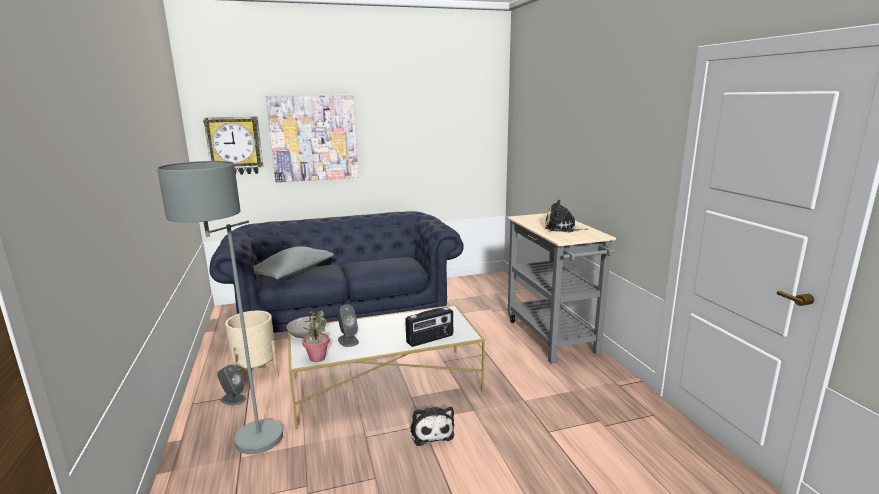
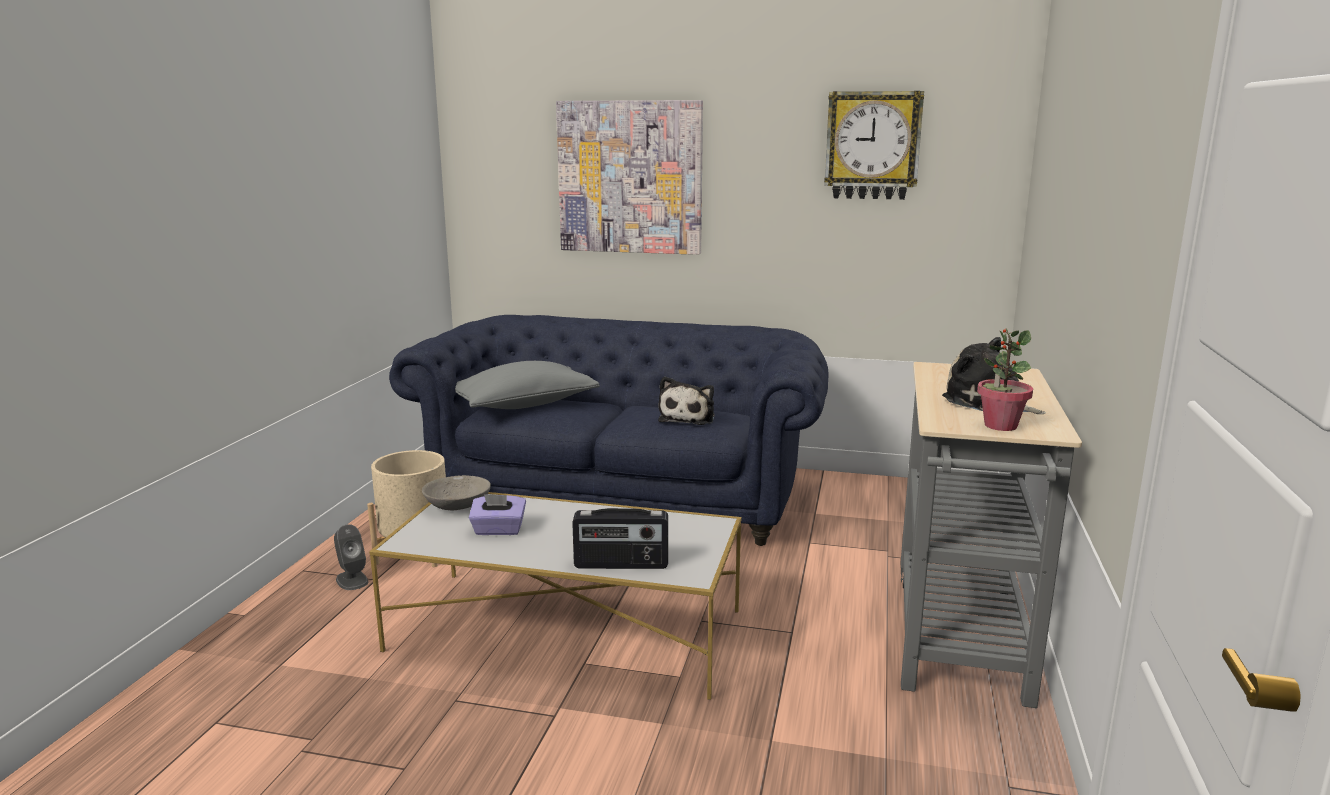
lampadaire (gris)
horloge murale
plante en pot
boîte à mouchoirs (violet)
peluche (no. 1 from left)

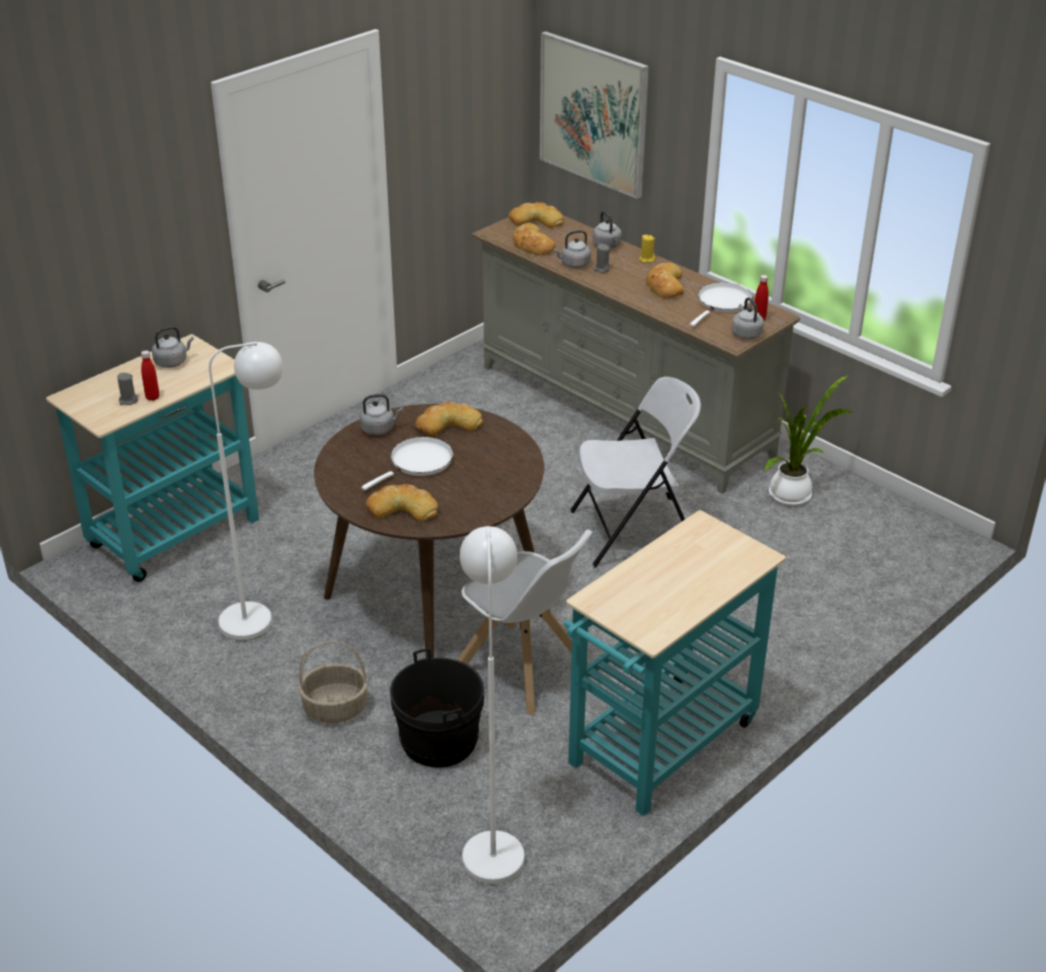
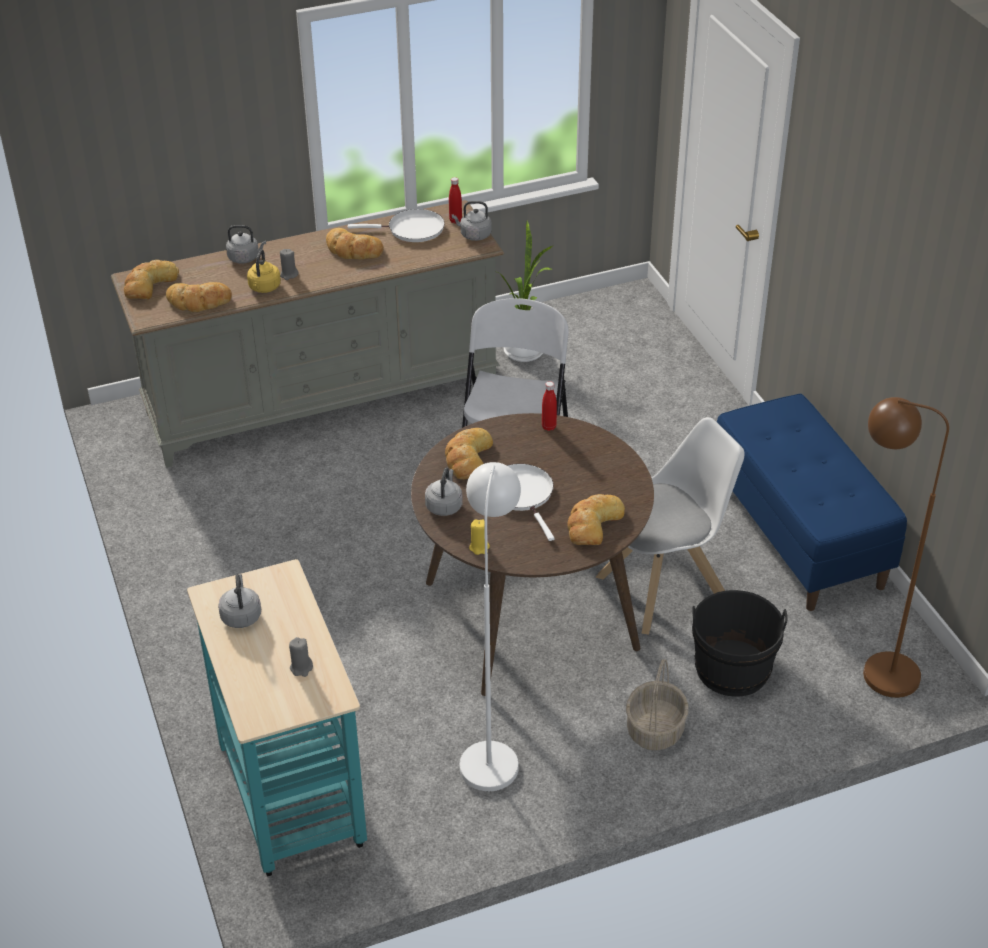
bouteille (rouge) (no. 2 from left)
lampadaire (marron)
tableau
bouilloire (jaune)
banc (bleu)
bougie (jaune)
poêle (blanc) (no. 1 from left)

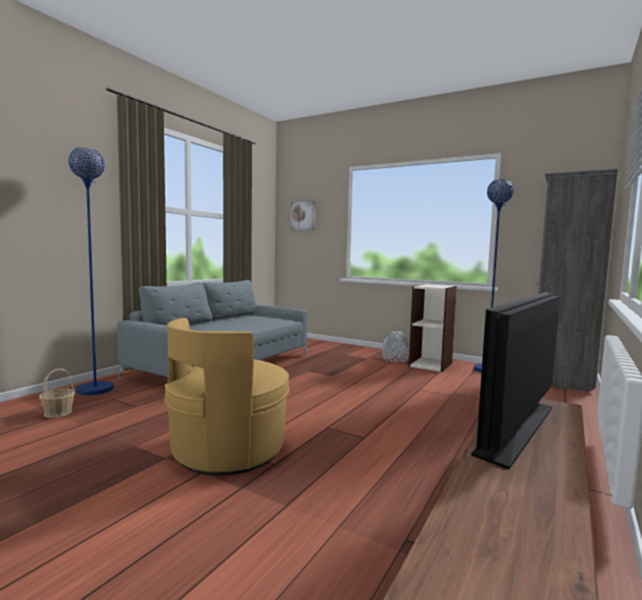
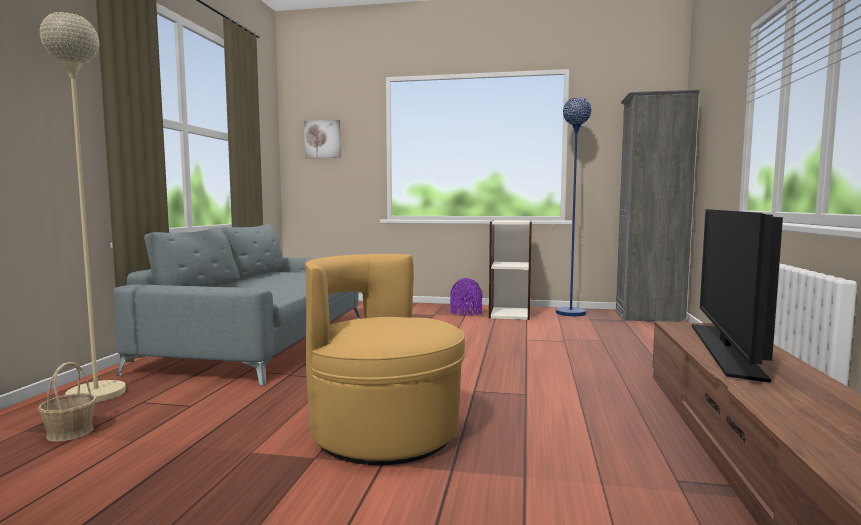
lampadaire (beige)
fauteuil (beige)
vase (violet)

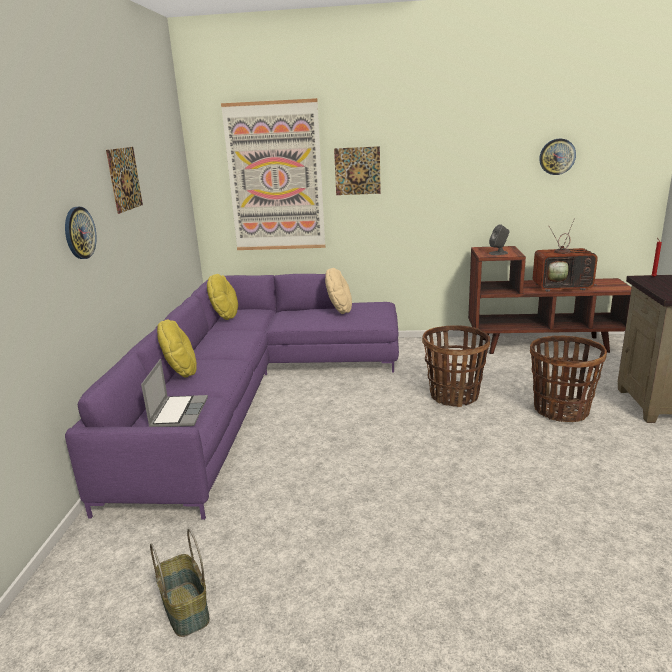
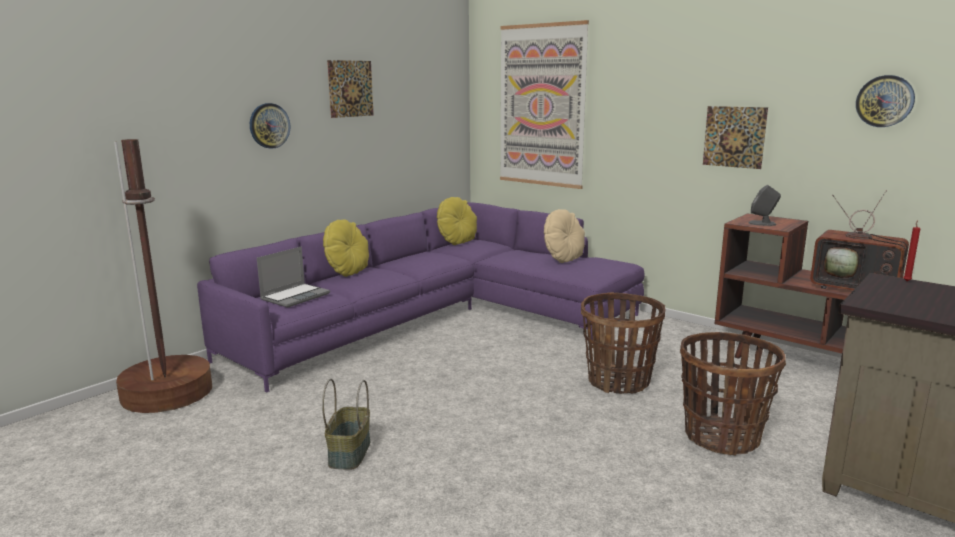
panier (no. 1 from left)
tableau (no. 3 from left)
lampadaire (marron)

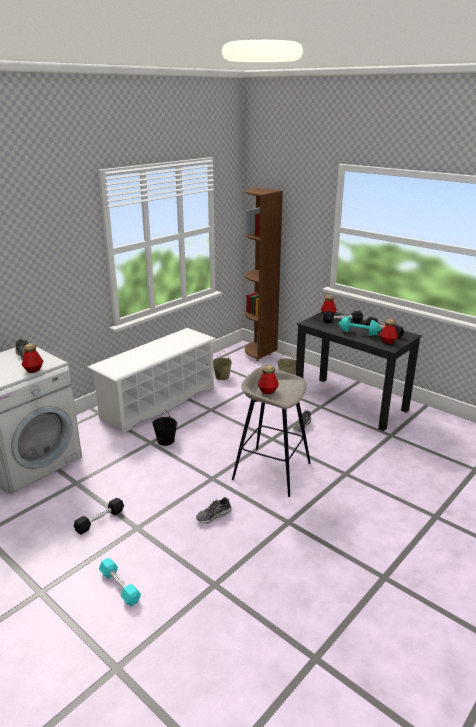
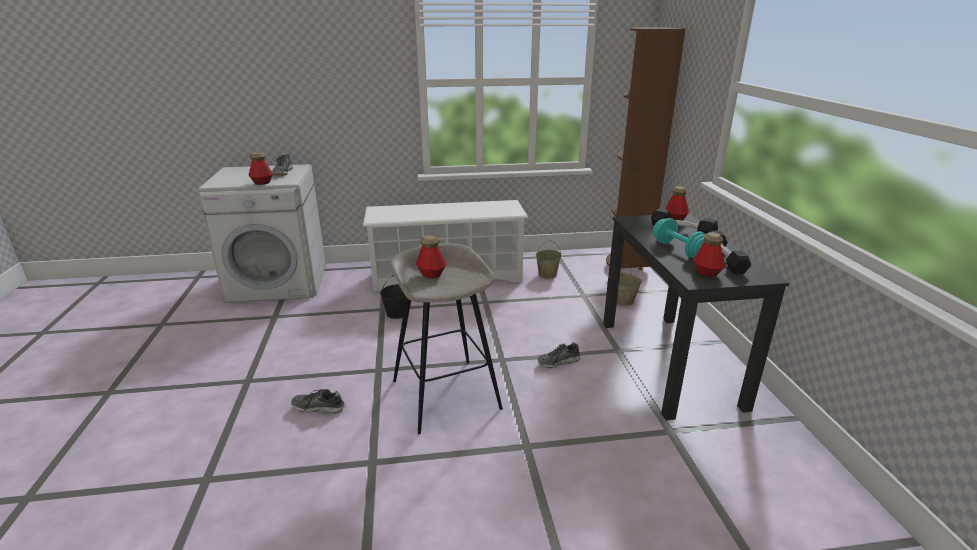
haltère (noir) (no. 1 from left in the first image)
haltère (turquoise) (no. 1 from left in the first image)

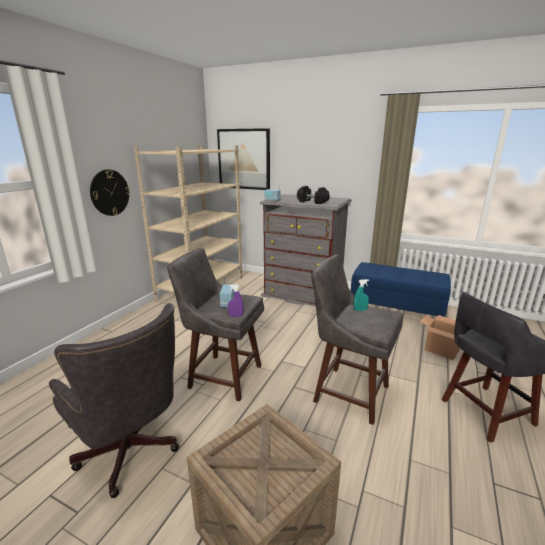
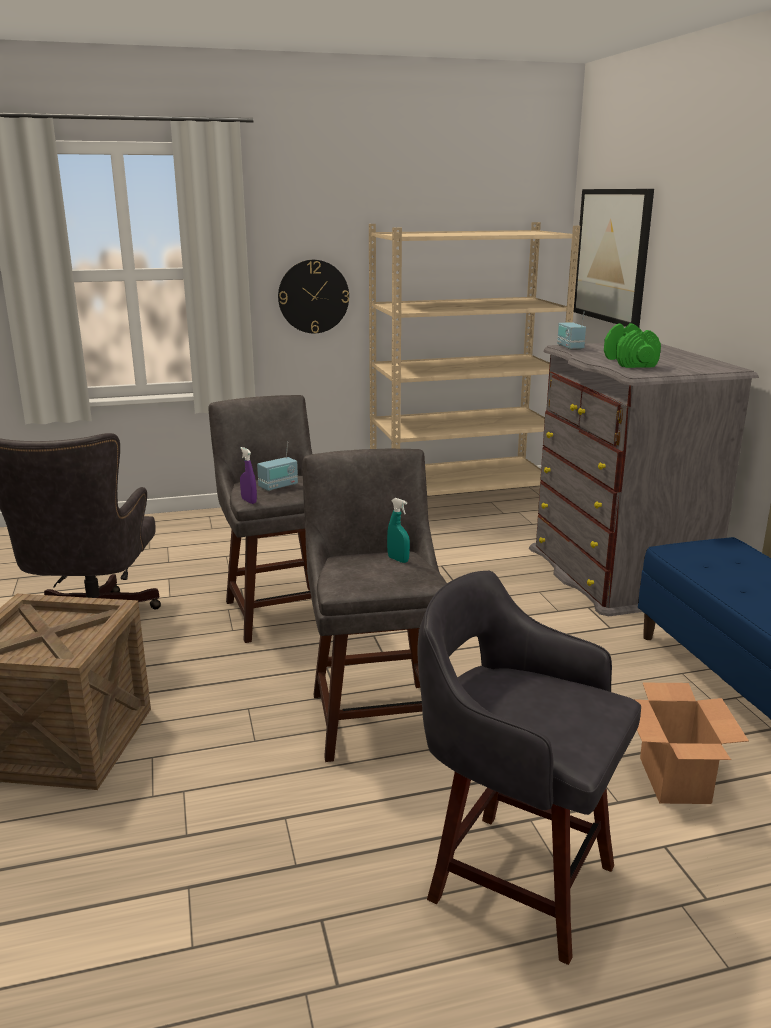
haltère (vert)

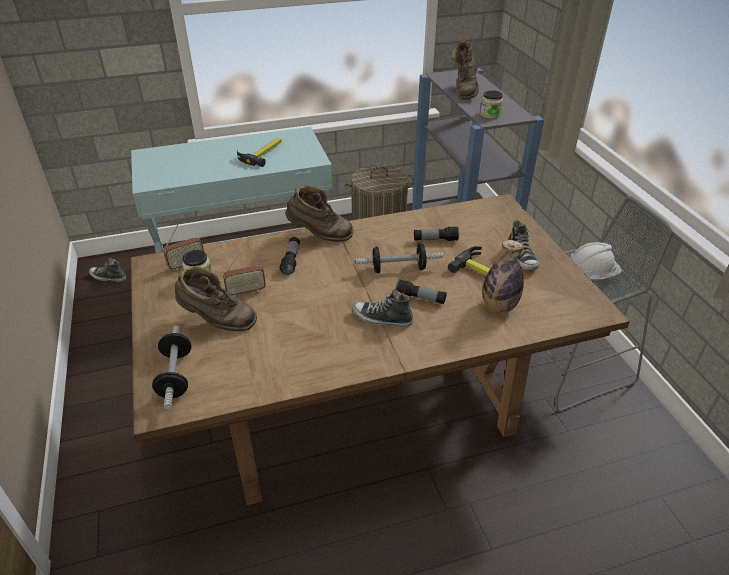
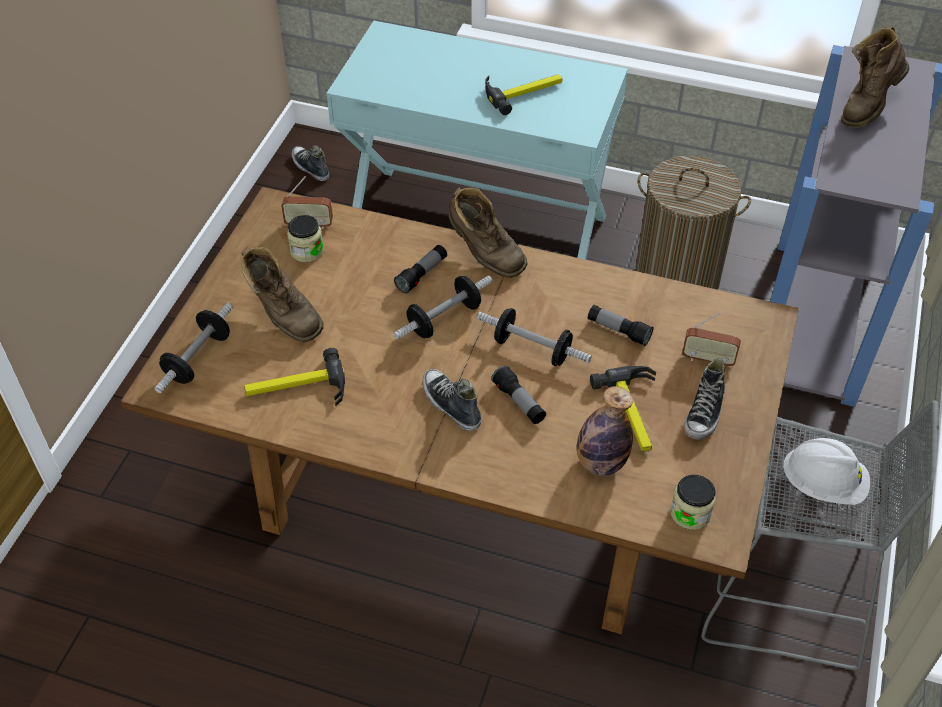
radio (no. 2 from left)
bocal (no. 2 from left)
marteau (no. 1 from left)
haltère (no. 2 from left)

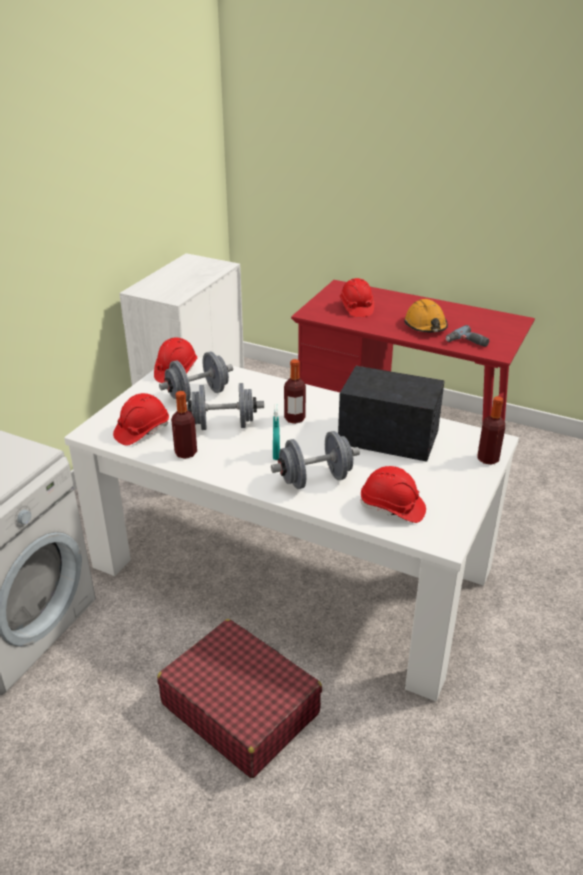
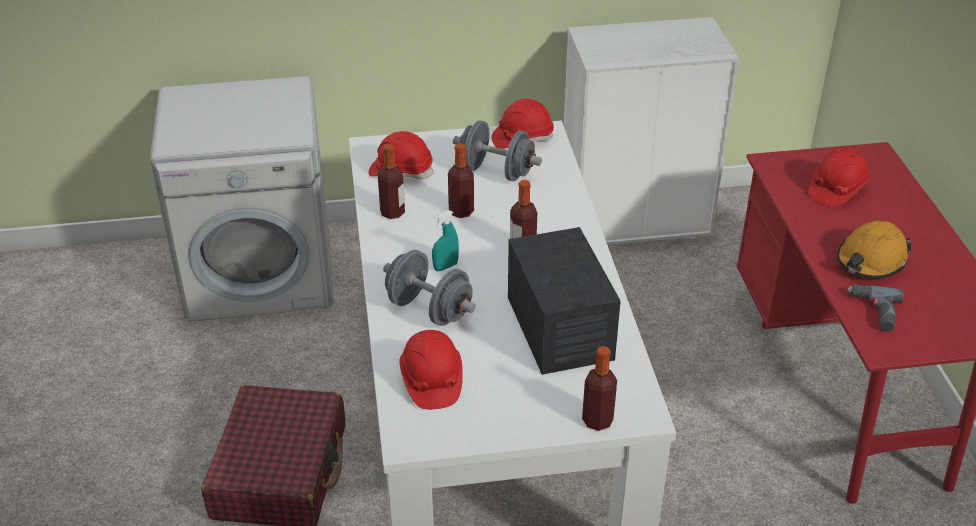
bouteille (no. 2 from left)

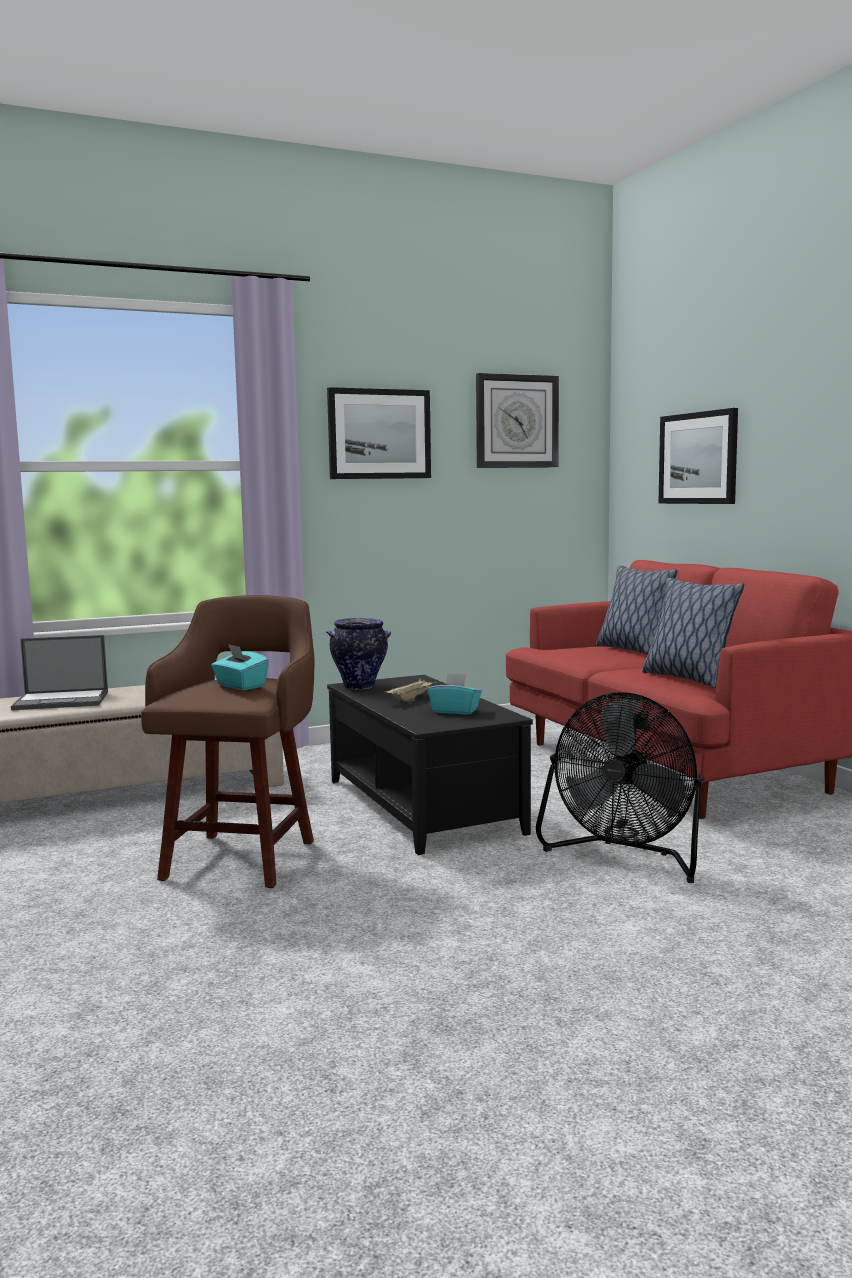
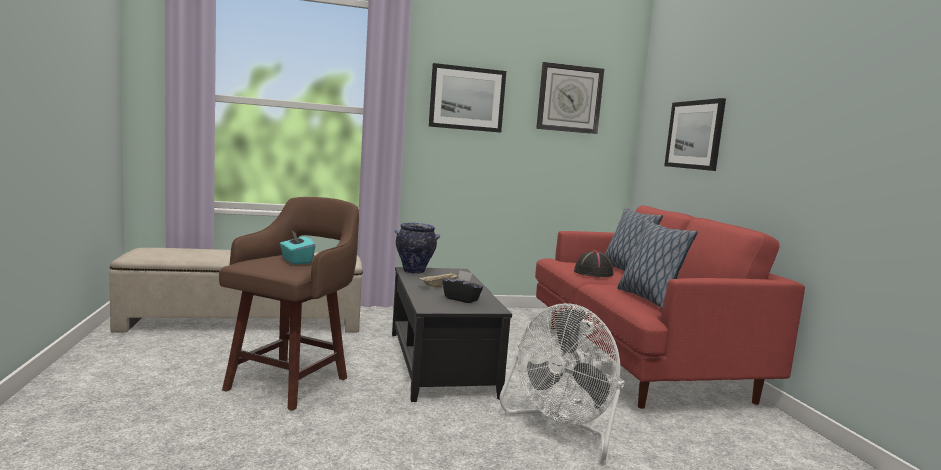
ordinateur portable
boîte à mouchoirs (noir)
ventilateur (blanc)
chapeau (noir)

